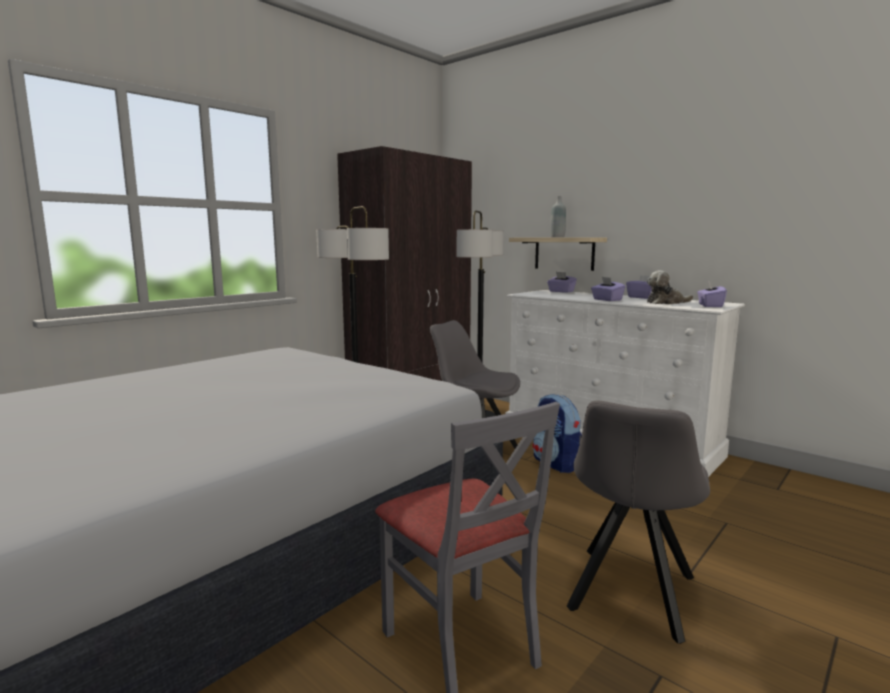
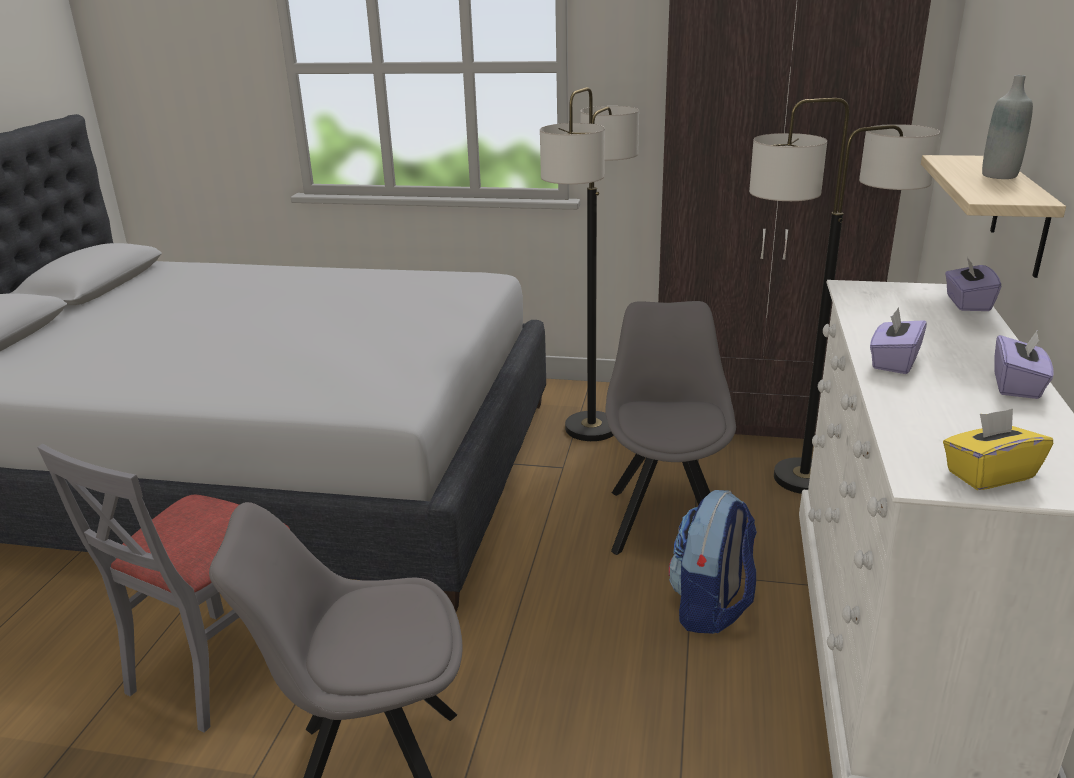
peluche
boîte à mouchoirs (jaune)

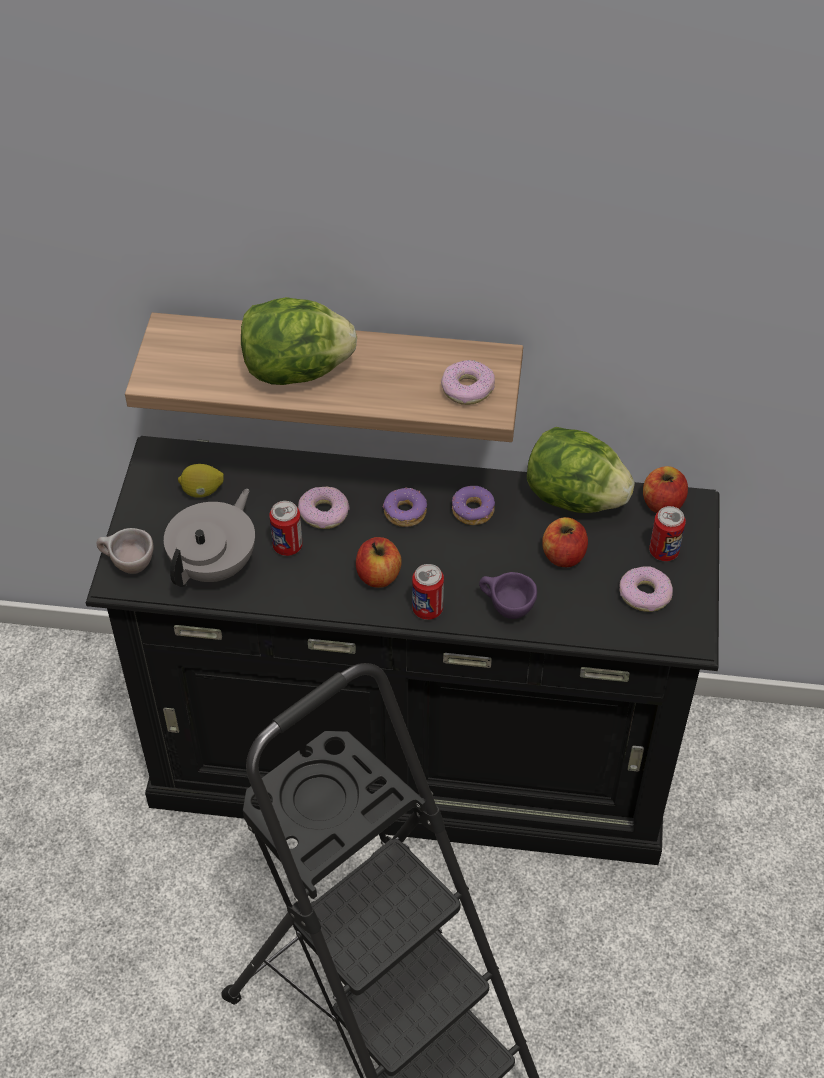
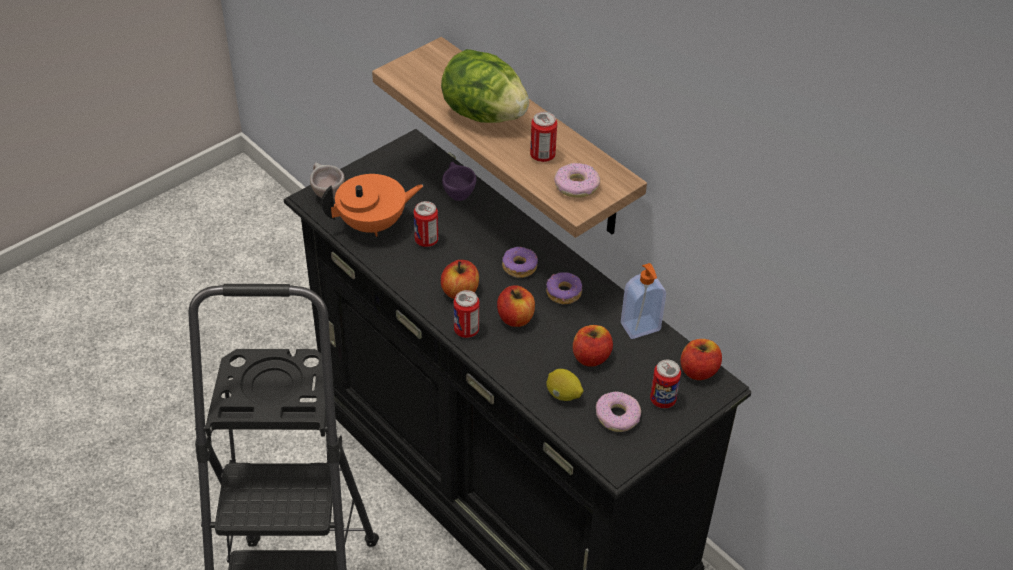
théière (orange)
citron
beignet (no. 1 from left in the first image)
tasse (violet)
distributeur de savon
pomme (no. 2 from left)
boîte métallique (no. 3 from left)

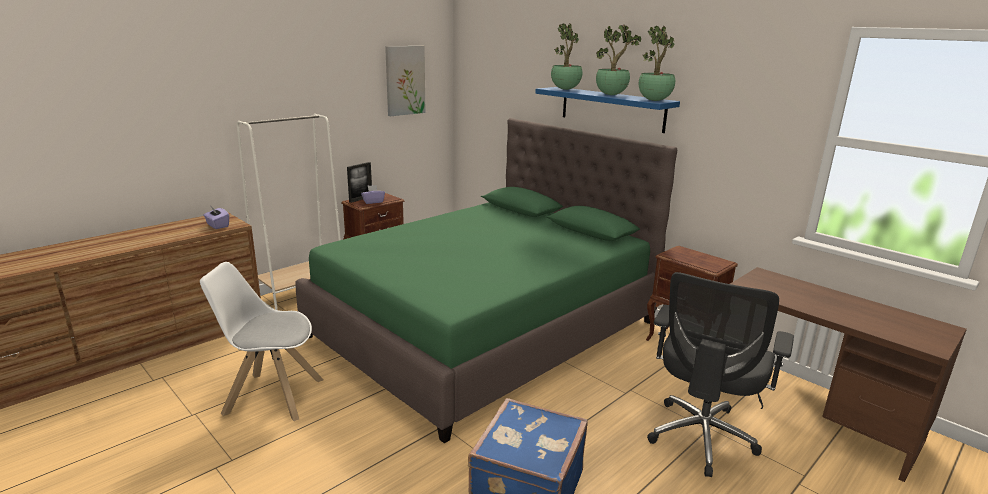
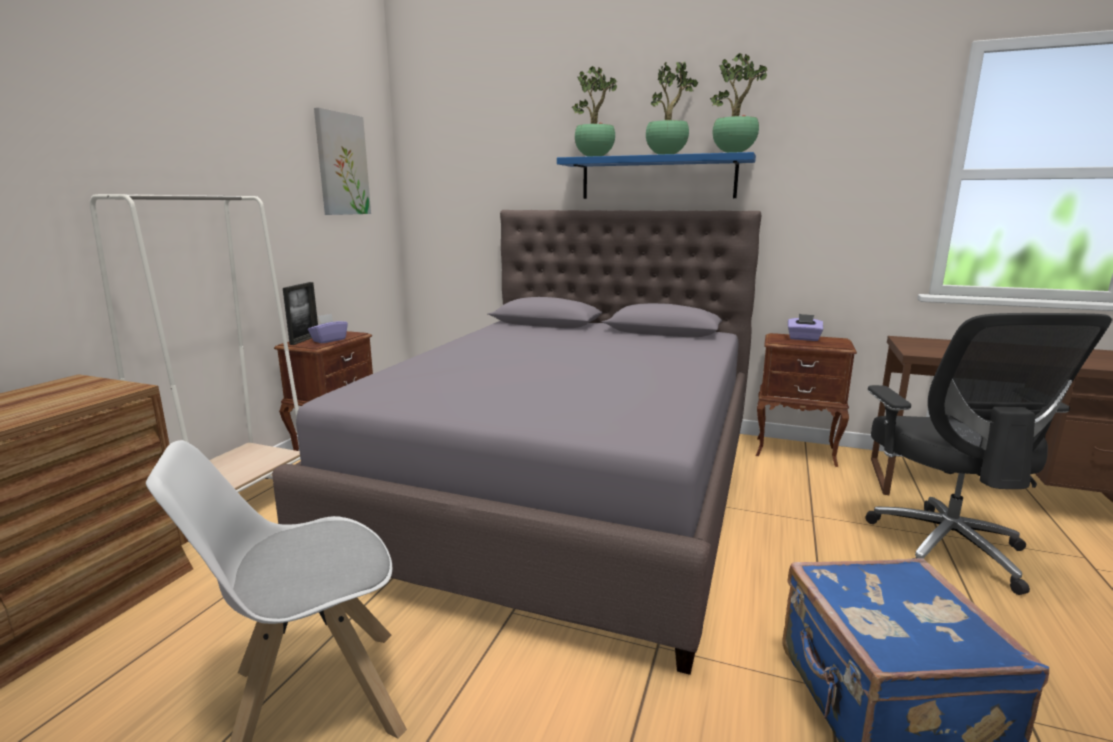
boîte à mouchoirs (violet) (no. 2 from left)
lit (gris)

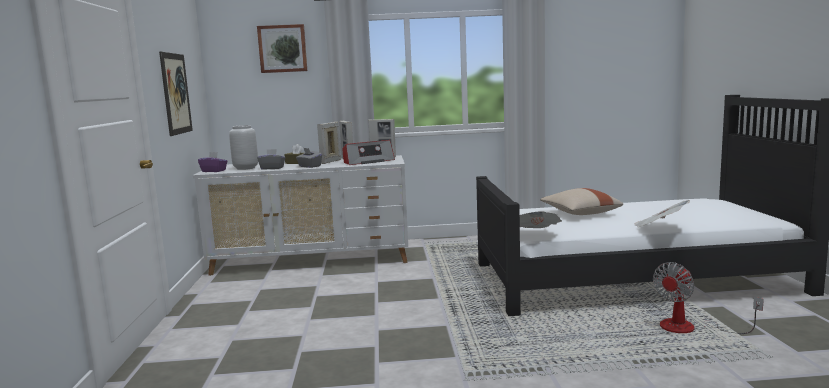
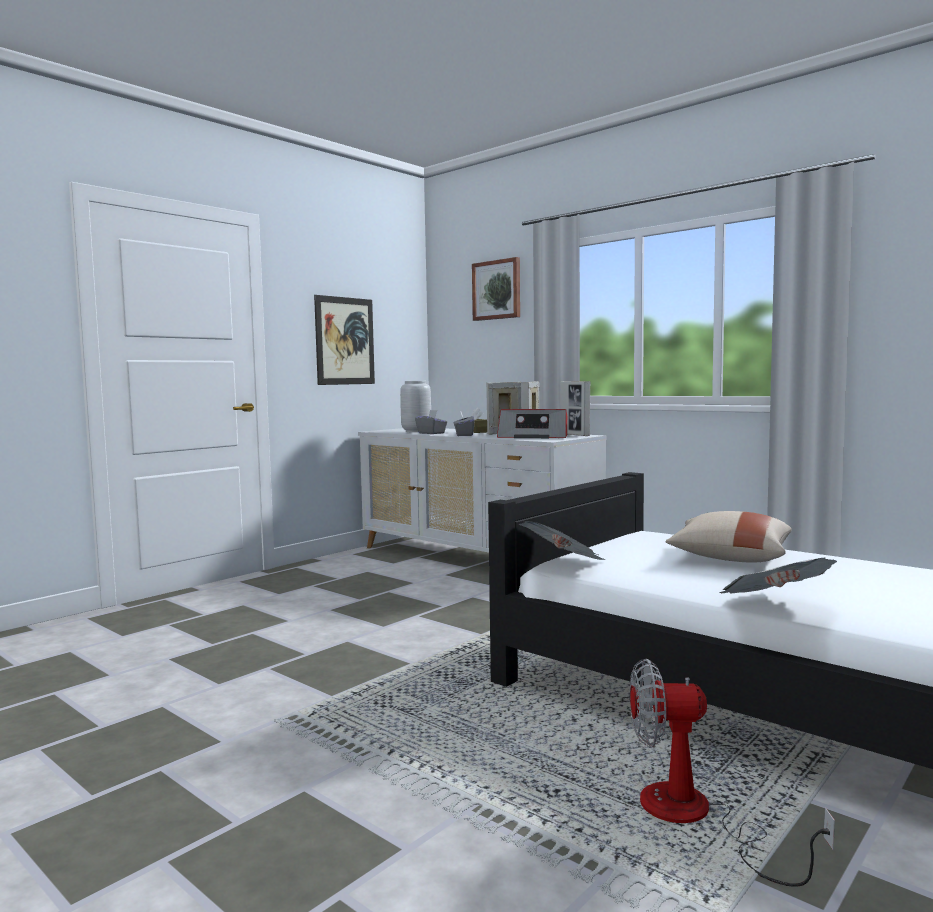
boîte à mouchoirs (violet)

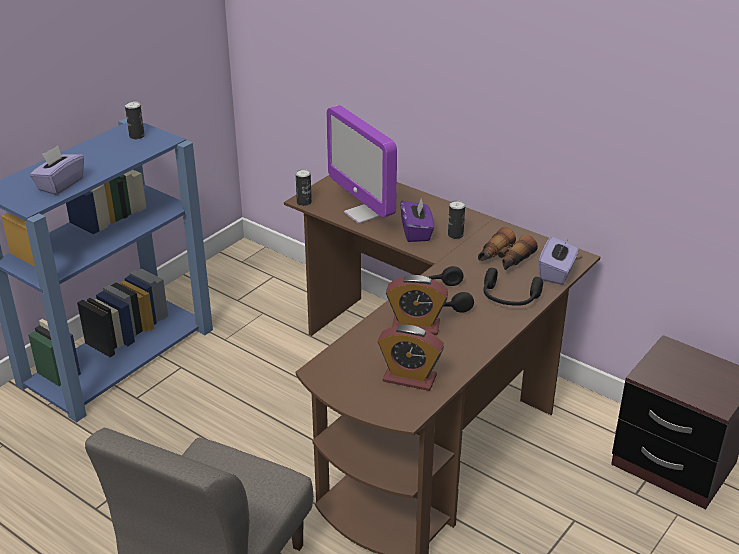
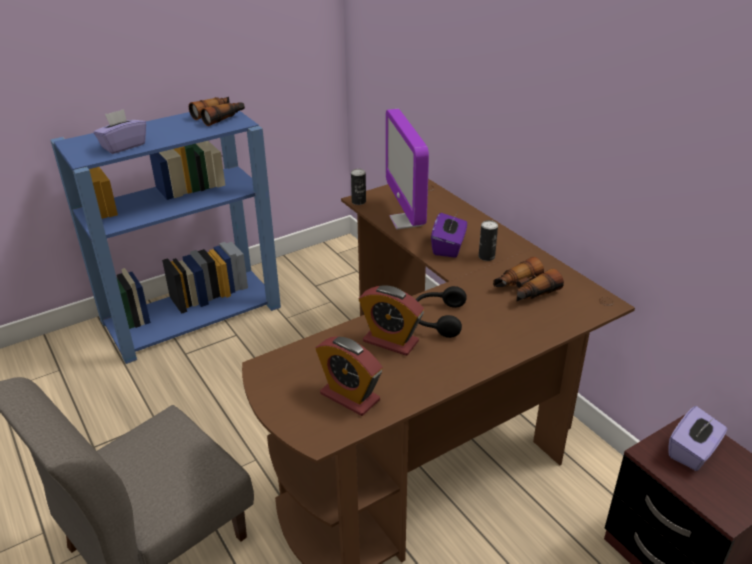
jumelles (no. 1 from left)
casque audio (noir) (no. 2 from left in the first image)
boîte à mouchoirs (violet) (no. 3 from left)

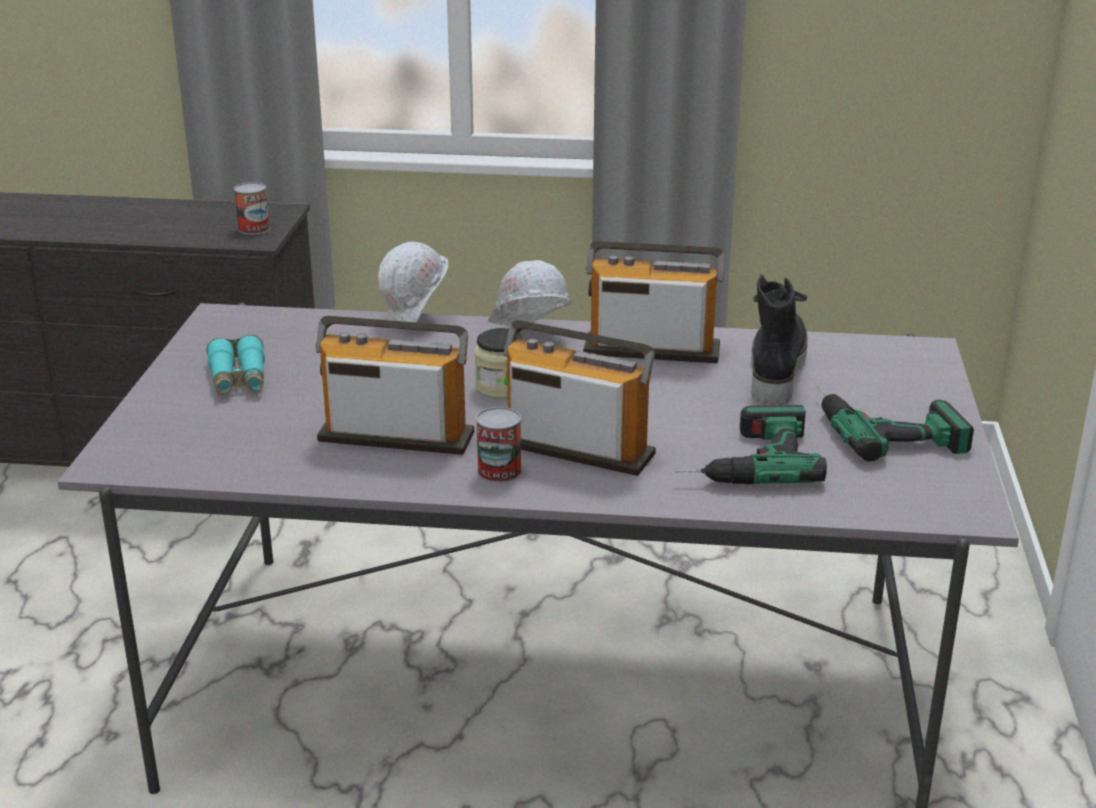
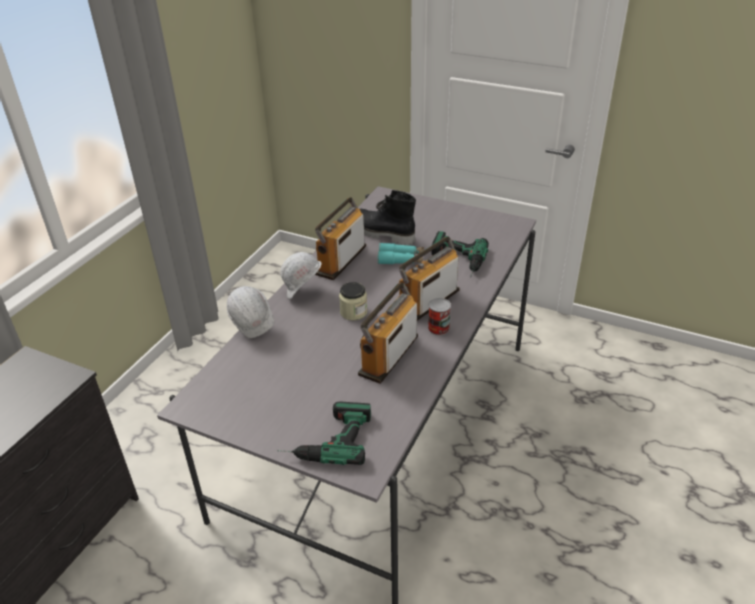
jumelles (turquoise)
boîte métallique (no. 1 from left in the first image)
perceuse (no. 1 from left)

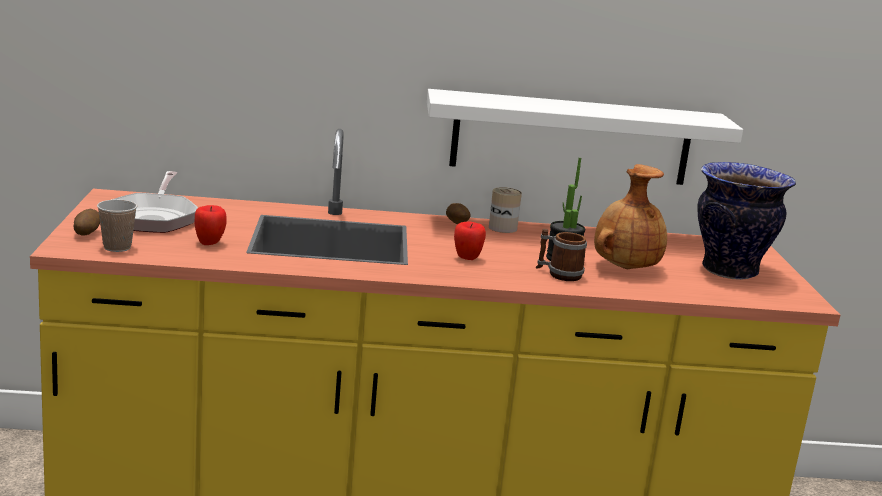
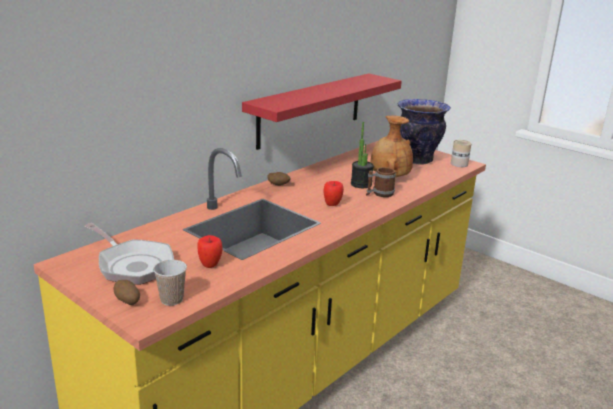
étagère (rouge)
boîte métallique

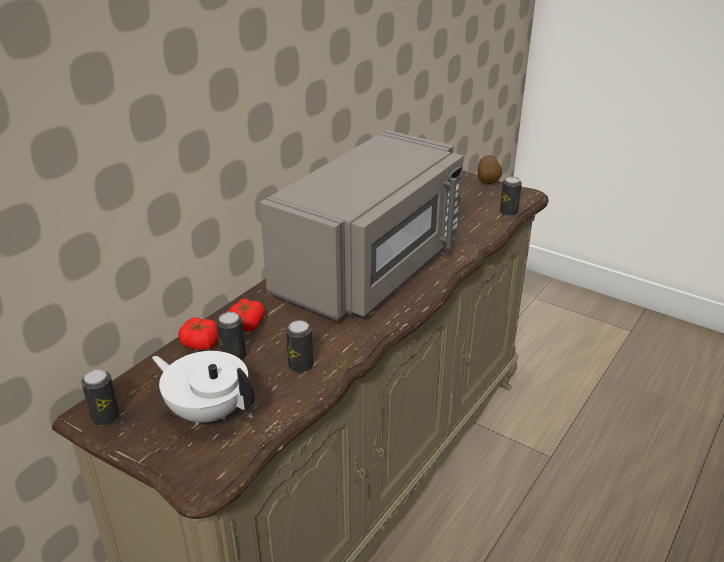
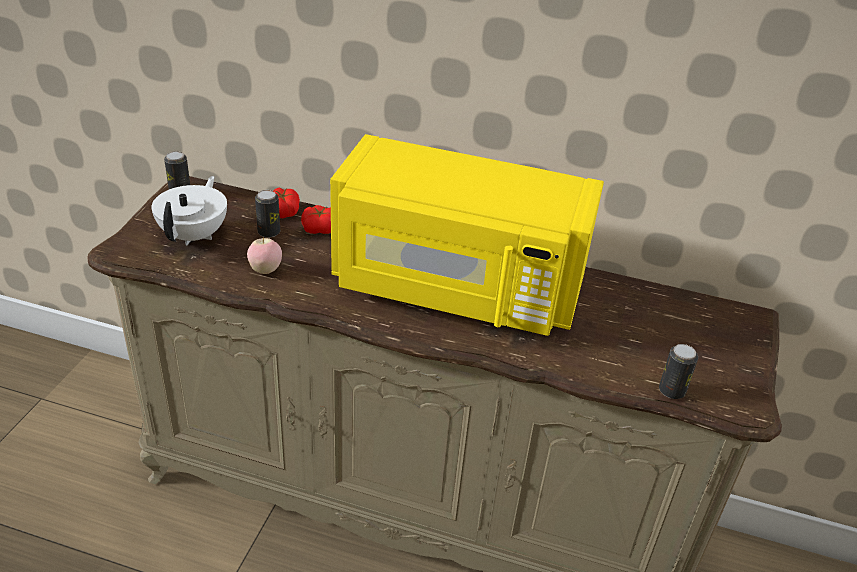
micro-ondes (jaune)
pomme
pomme de terre

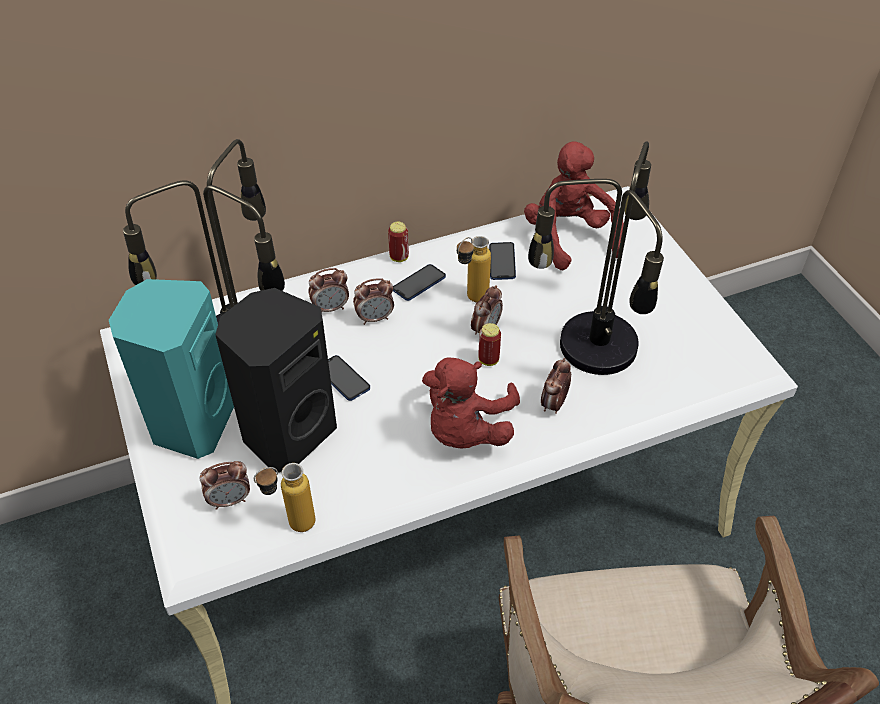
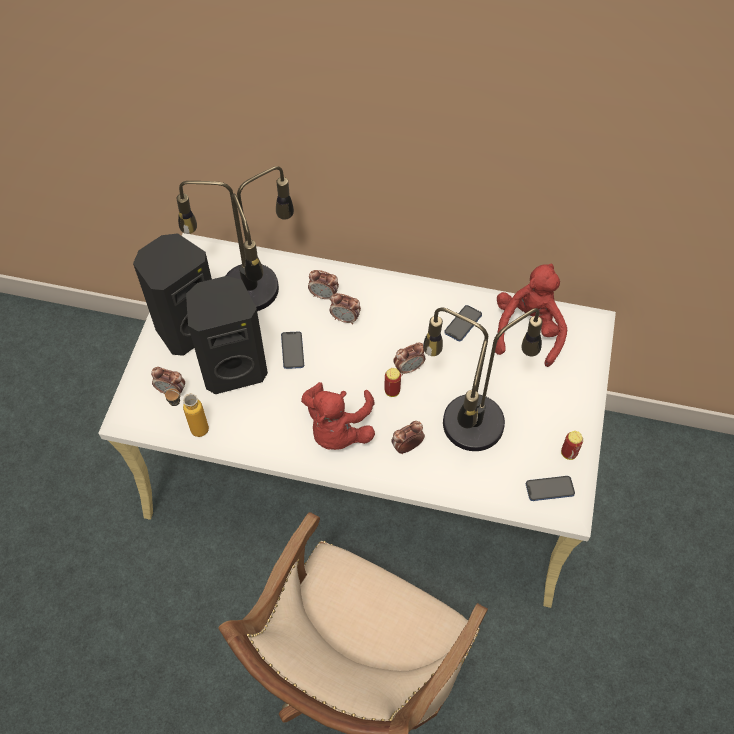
enceinte (noir) (no. 1 from left)
boîte métallique (no. 2 from left)
téléphone (no. 3 from left)
peluche (rouge) (no. 1 from left)
bouteille (no. 2 from left in the first image)

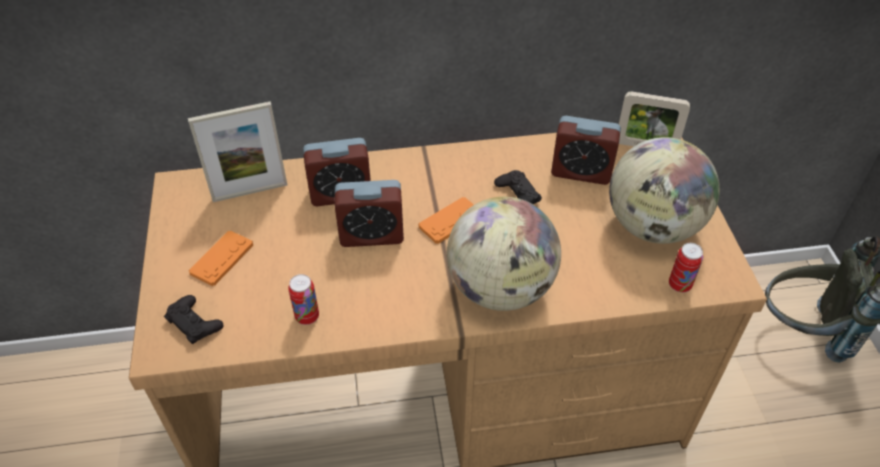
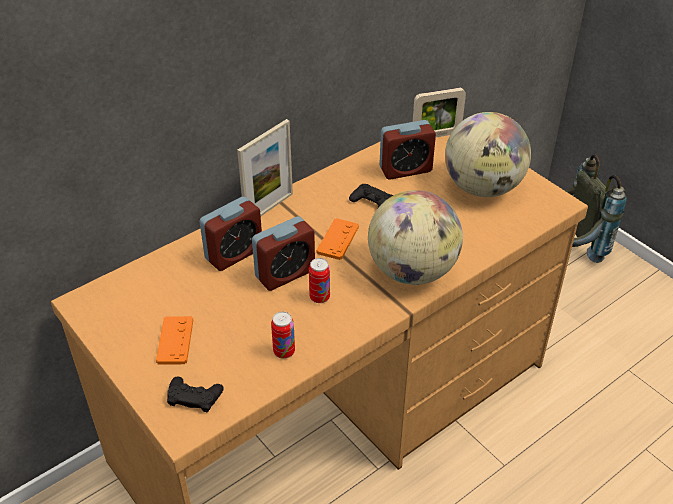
cadre photo (no. 1 from left)
boîte métallique (no. 2 from left)

